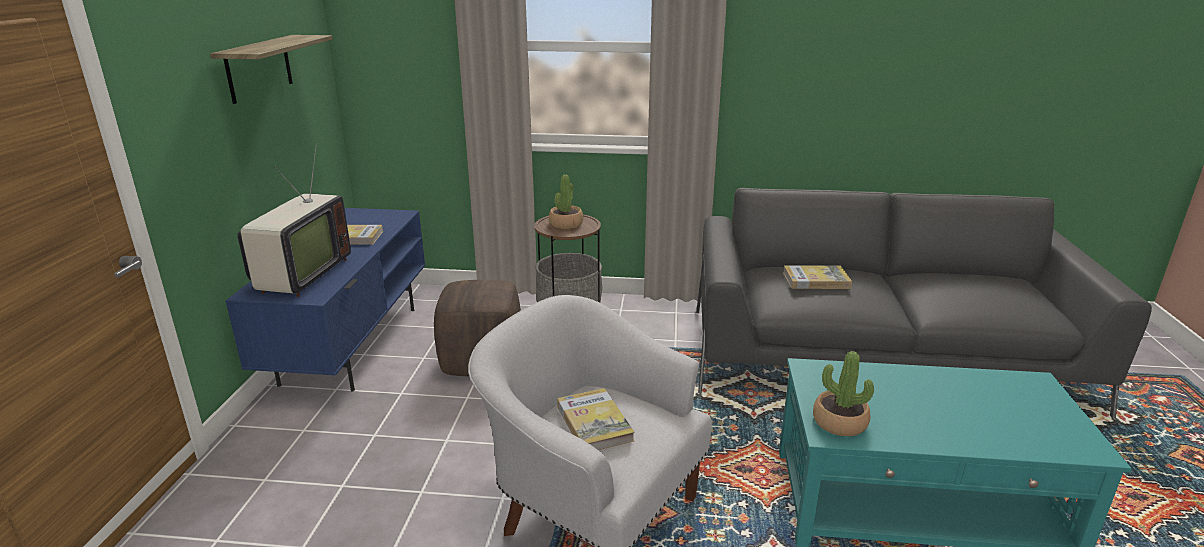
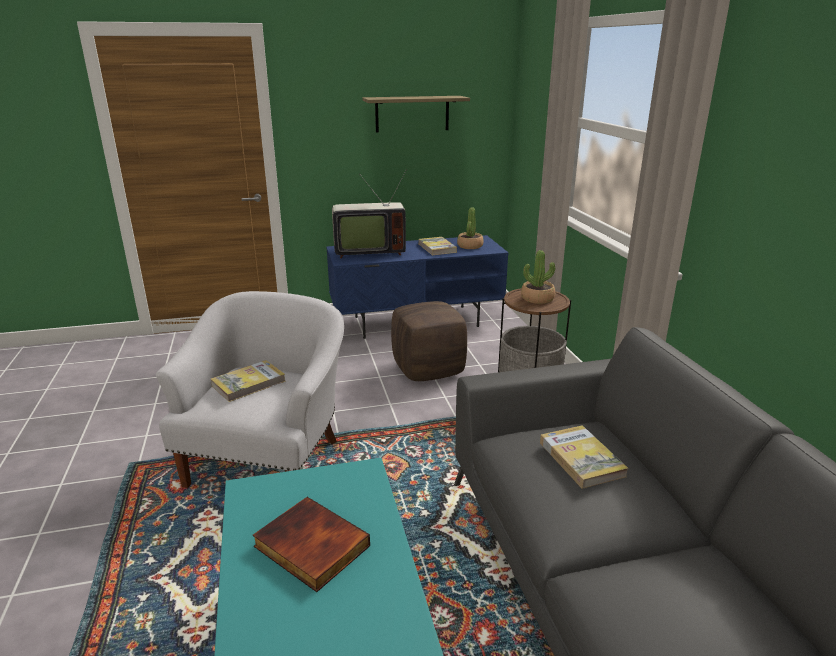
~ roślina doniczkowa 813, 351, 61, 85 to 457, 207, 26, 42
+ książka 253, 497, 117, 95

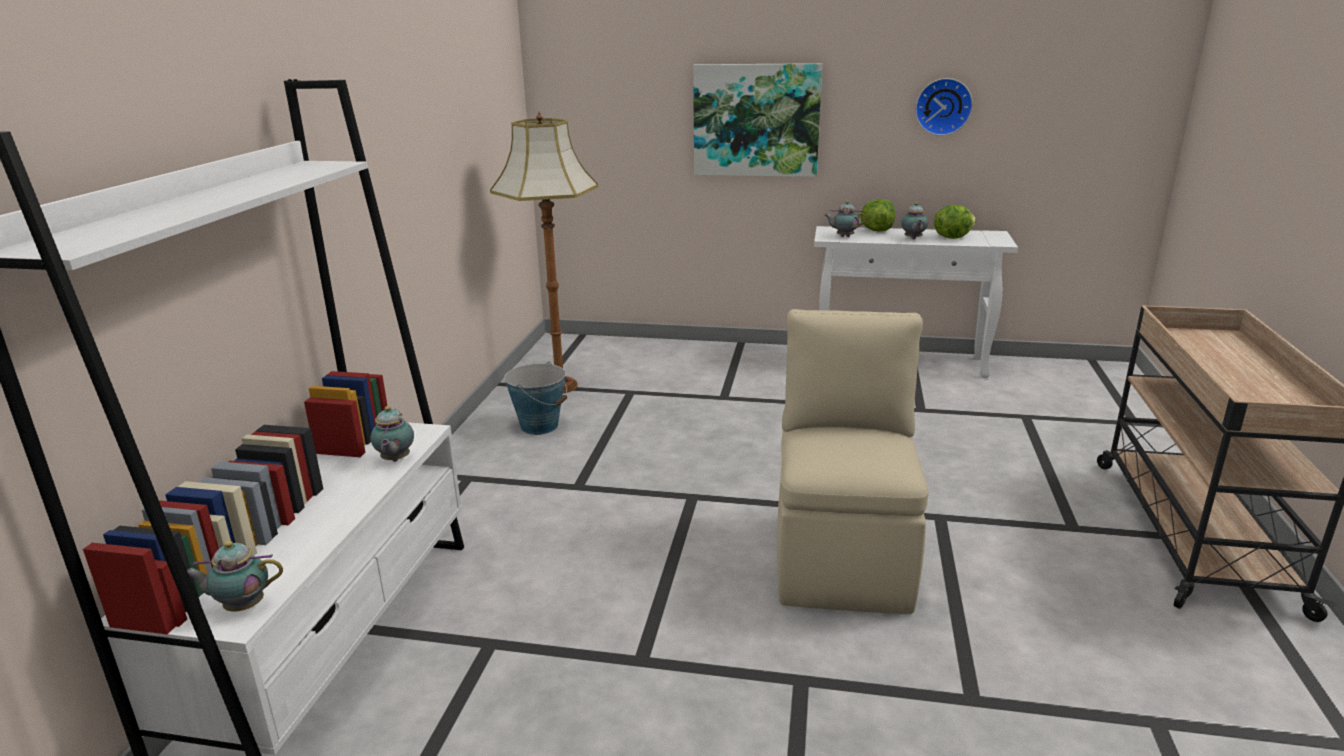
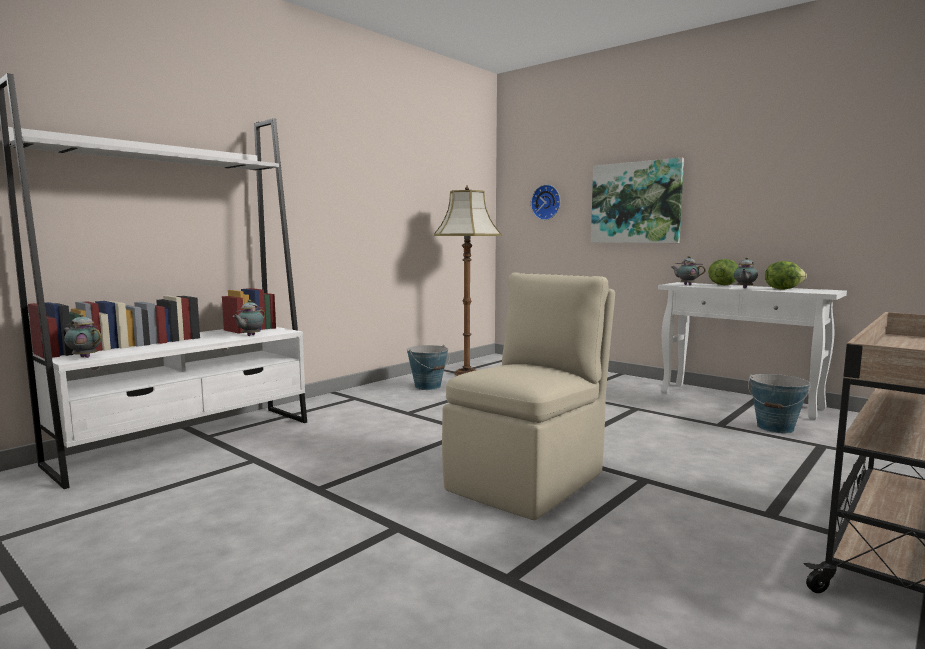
~ zegar ścienny 915, 78, 58, 58 to 531, 184, 30, 36
+ wiadro 748, 374, 63, 59

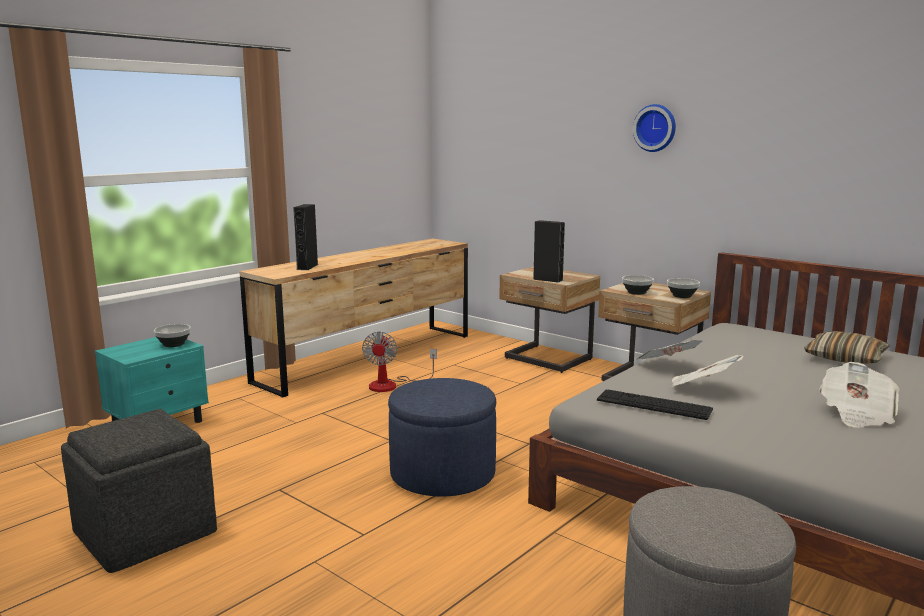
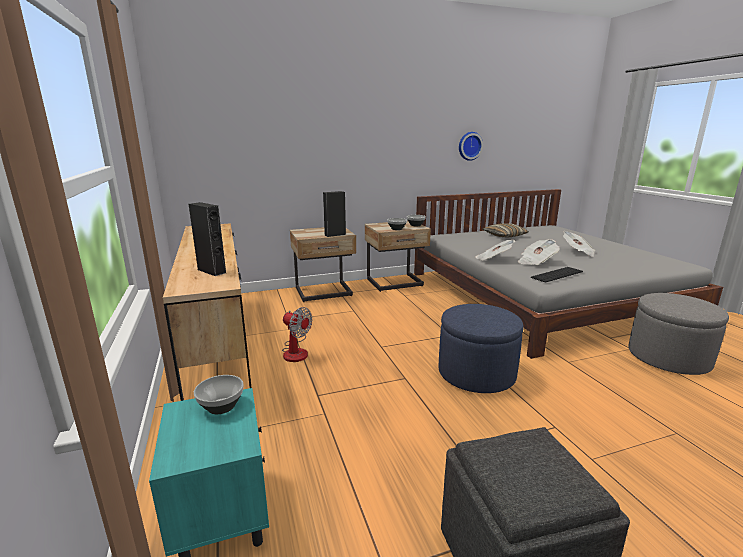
~ zegar ścienny 633, 104, 43, 48 to 459, 132, 24, 29

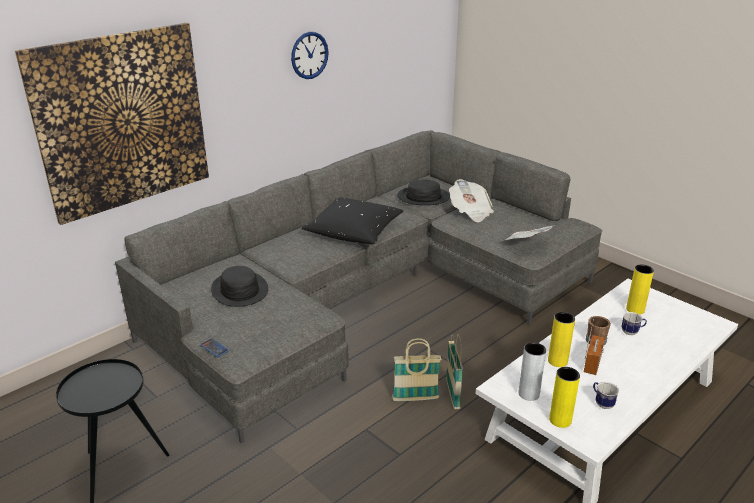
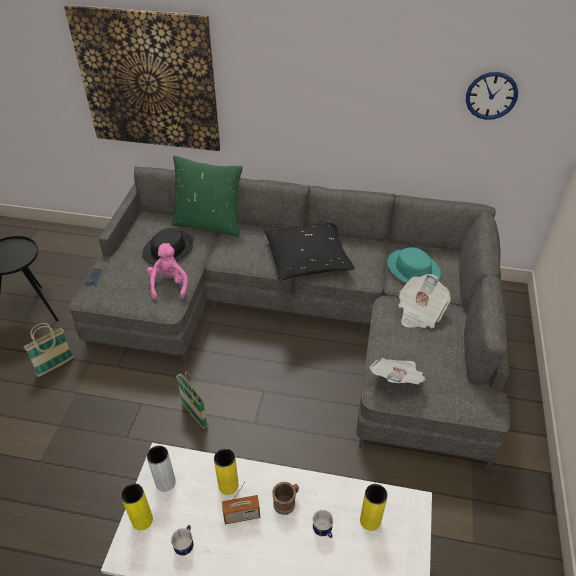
~ zegar ścienny 291, 32, 38, 47 to 466, 72, 52, 48
~ kapelusz [czarny] 397, 180, 53, 25 to kapelusz [turkusowy] 387, 247, 54, 36
~ koszyk 446, 334, 17, 75 to 24, 323, 50, 54
+ pluszak [różowy] 147, 243, 41, 56
+ poduszka [zielony] 172, 156, 71, 81

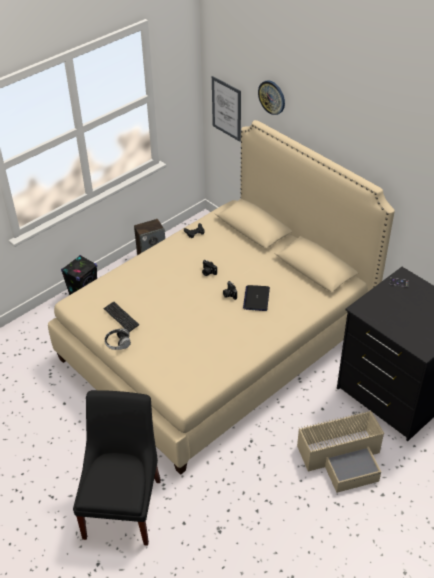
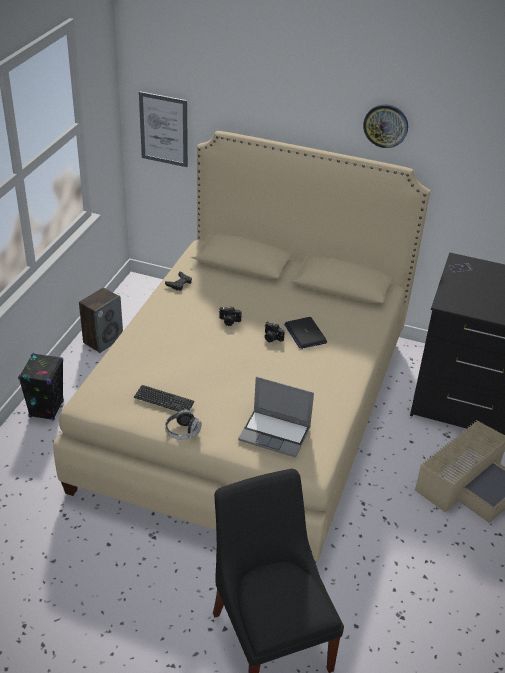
~ zegar ścienny 258, 80, 27, 35 to 363, 104, 45, 44
+ laptop 238, 377, 76, 80

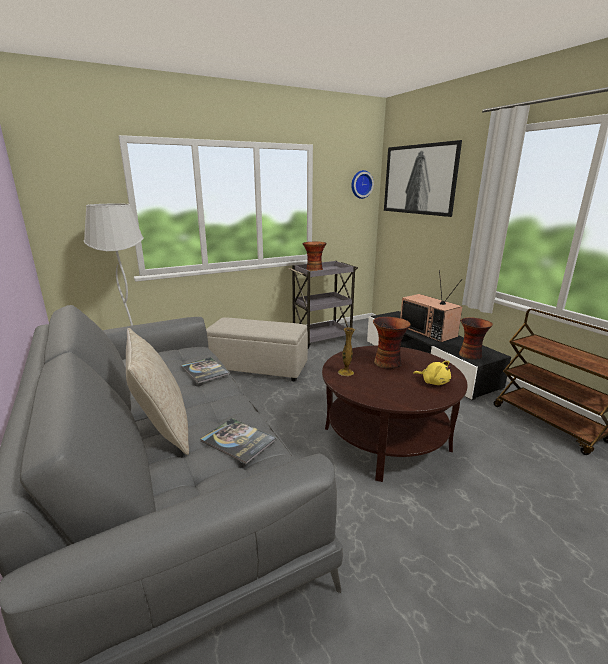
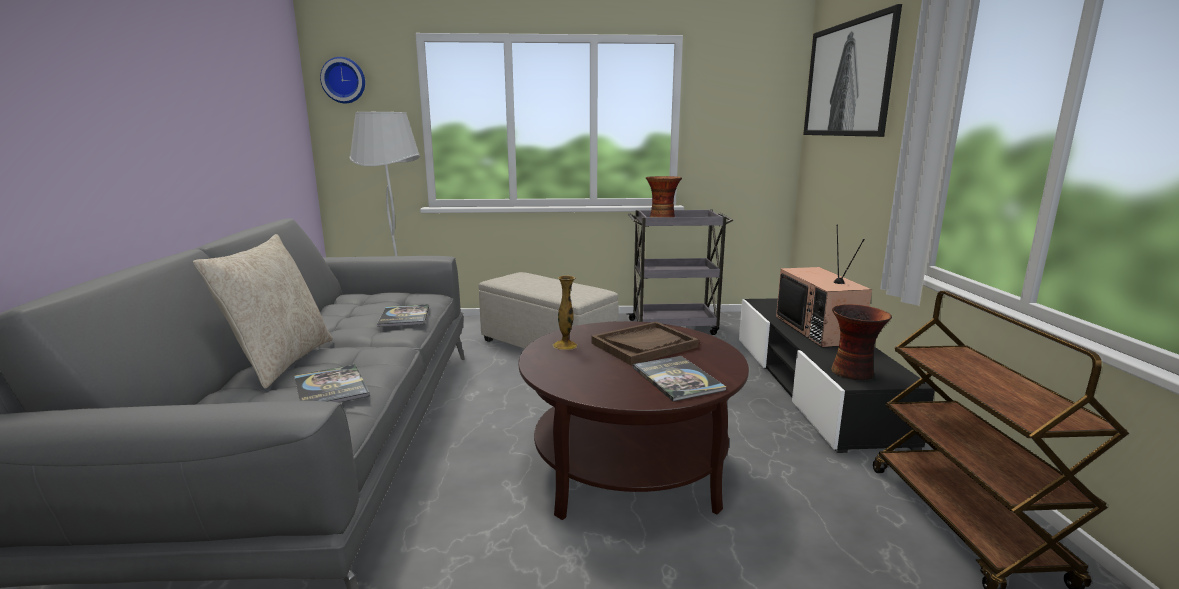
~ zegar ścienny 351, 170, 23, 29 to 320, 57, 45, 46
~ wazon 373, 317, 38, 52 to taca [brązowy] 592, 321, 107, 44
~ pluszak [żółty] 413, 361, 38, 24 to książka 633, 356, 93, 46

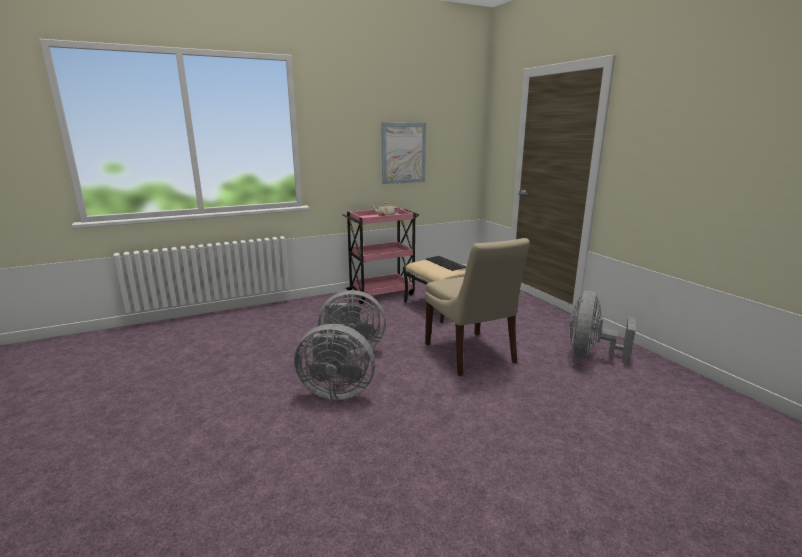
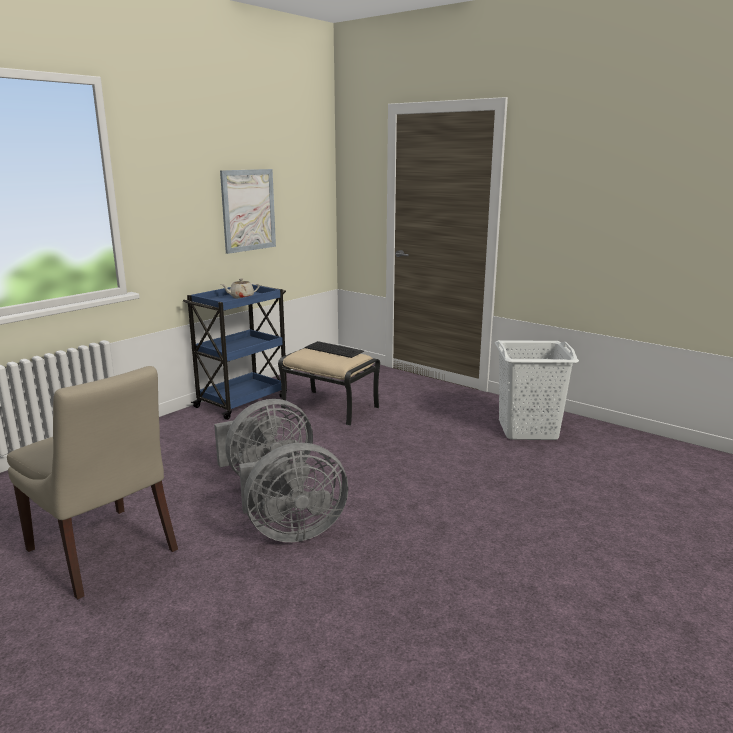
~ wózek [różowy] 342, 208, 77, 96 to wózek [niebieski] 183, 285, 104, 135
~ krzesło [beżowy] 425, 238, 105, 138 to 7, 366, 171, 234
~ wentylator [szary] 569, 291, 67, 73 to kosz na pranie [biały] 495, 340, 84, 100

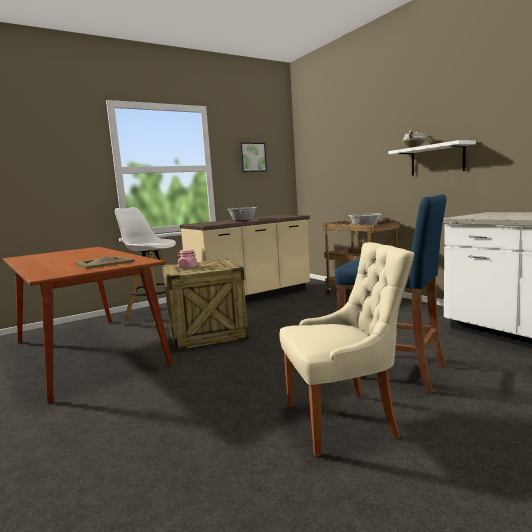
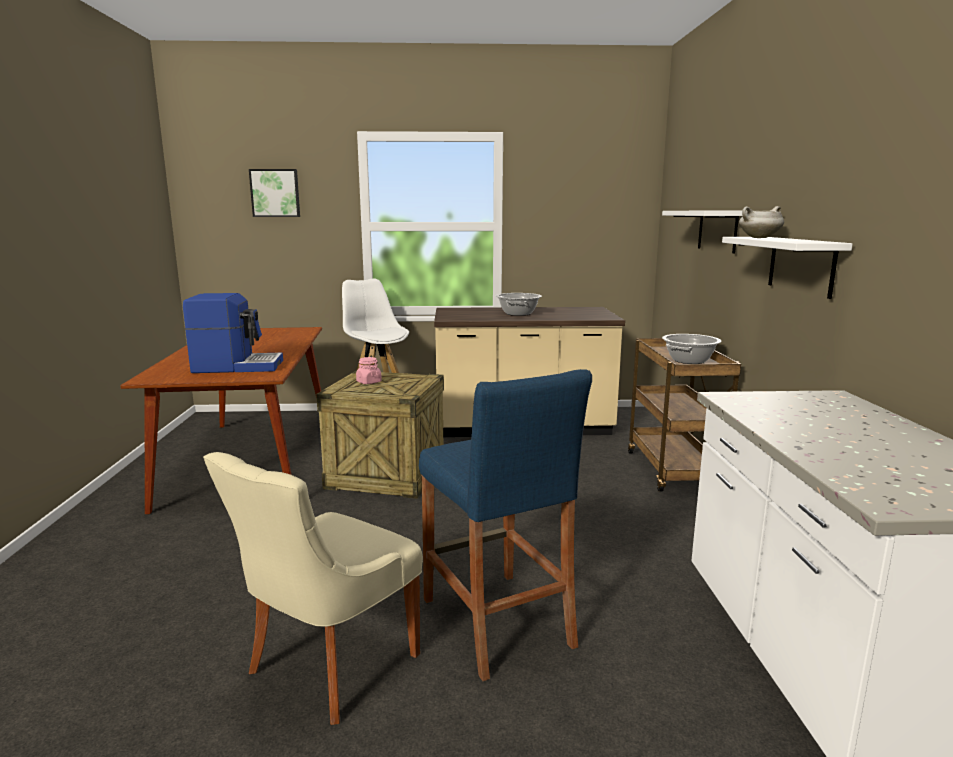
~ taca [beżowy] 75, 256, 60, 13 to ekspres do kawy 183, 293, 100, 80
~ obraz 239, 142, 28, 30 to 249, 169, 51, 48
~ krzesło [beżowy] 279, 242, 135, 215 = 203, 452, 219, 273 105 degrees clockwise
+ półka [biały] 662, 210, 80, 43

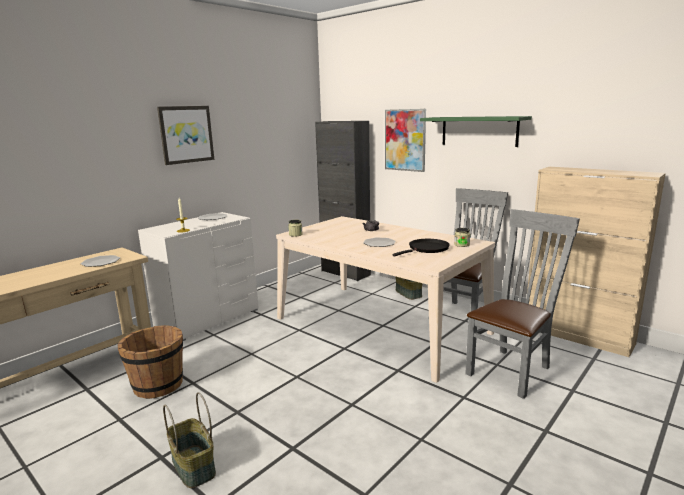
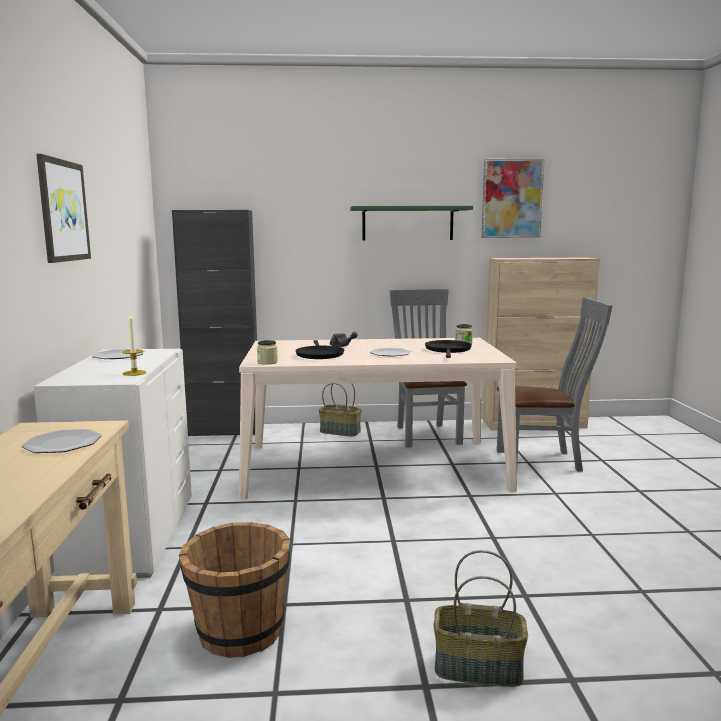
~ obraz 385, 109, 41, 63 to 482, 159, 63, 79
~ krzesło [szary] 465, 209, 115, 190 = 497, 298, 115, 173 90 degrees clockwise
+ patelnia [czarny] 296, 340, 48, 19

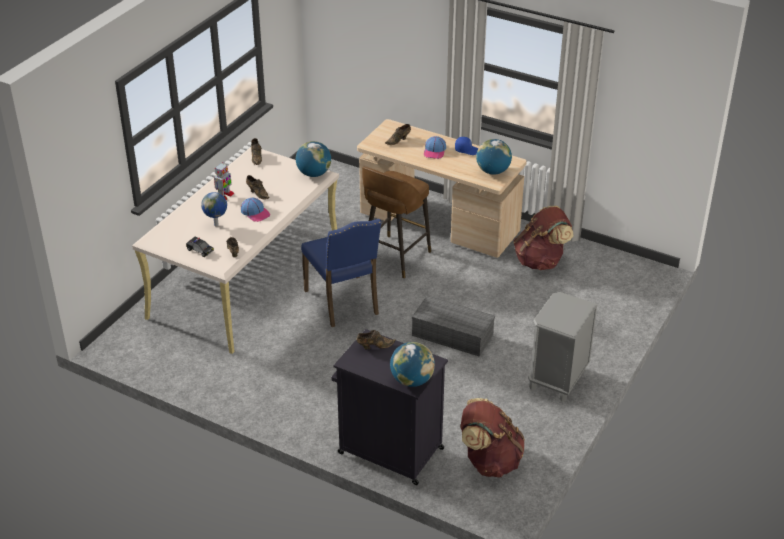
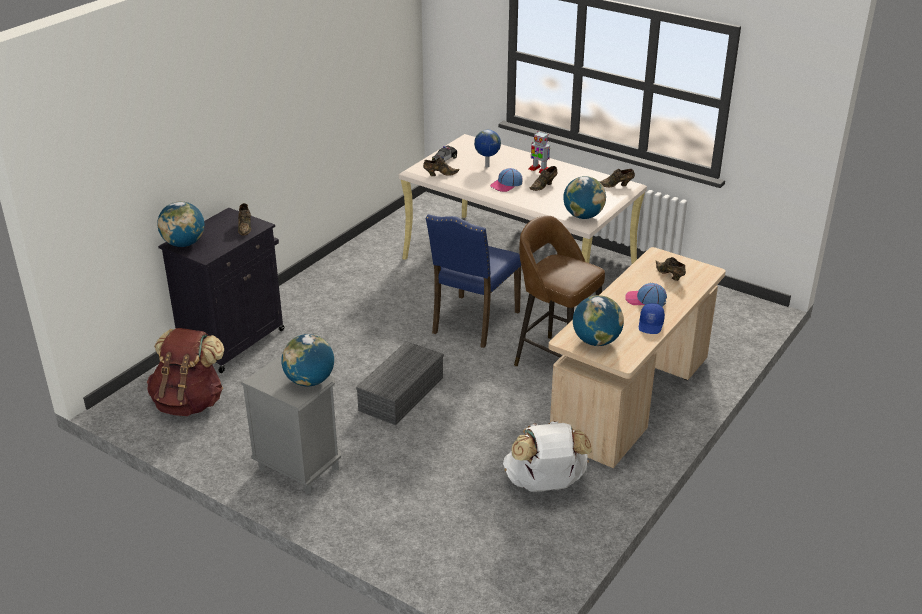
~ krzesło [niebieski] 301, 219, 80, 108 = 426, 214, 95, 134 45 degrees counterclockwise
~ plecak [brązowy] 514, 206, 59, 64 to plecak [biały] 503, 421, 89, 71
+ globus 281, 334, 53, 53

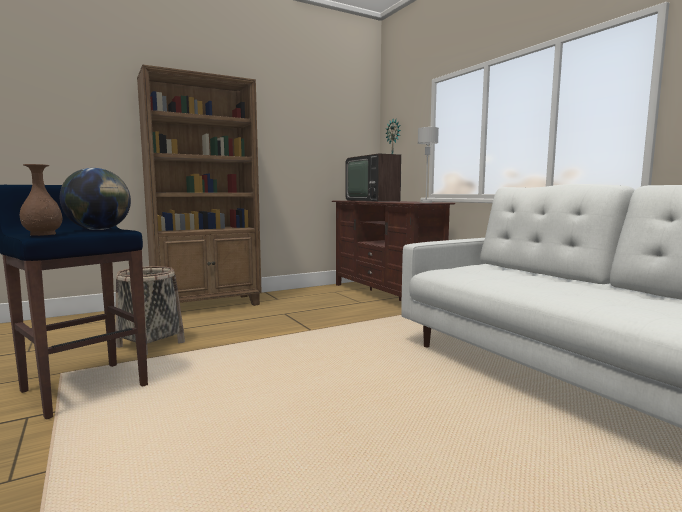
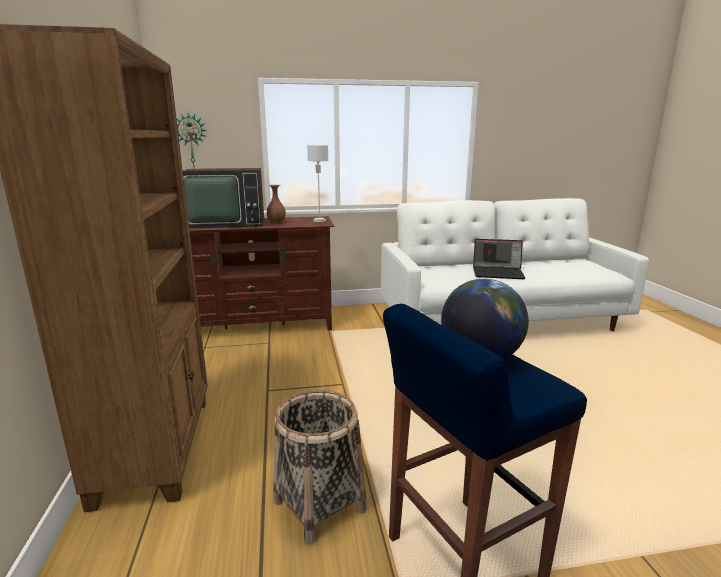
~ wazon [brązowy] 20, 164, 43, 72 to 267, 185, 19, 39
+ laptop 473, 239, 52, 40

